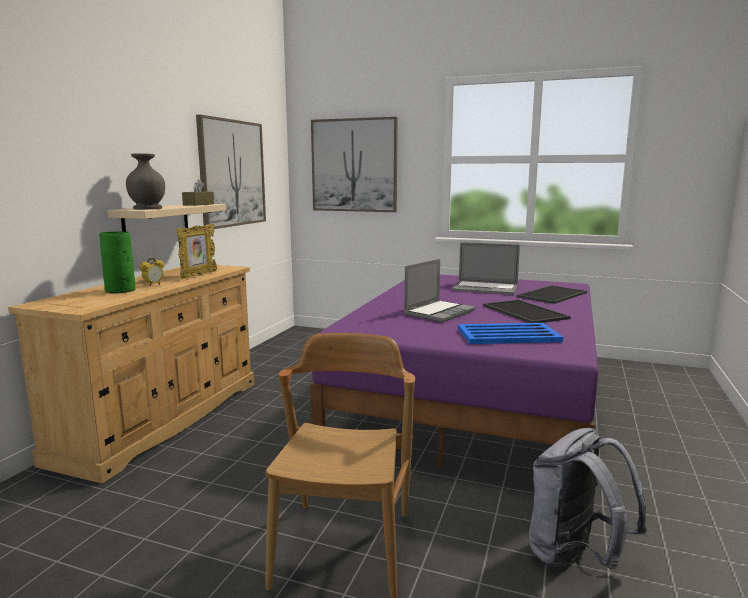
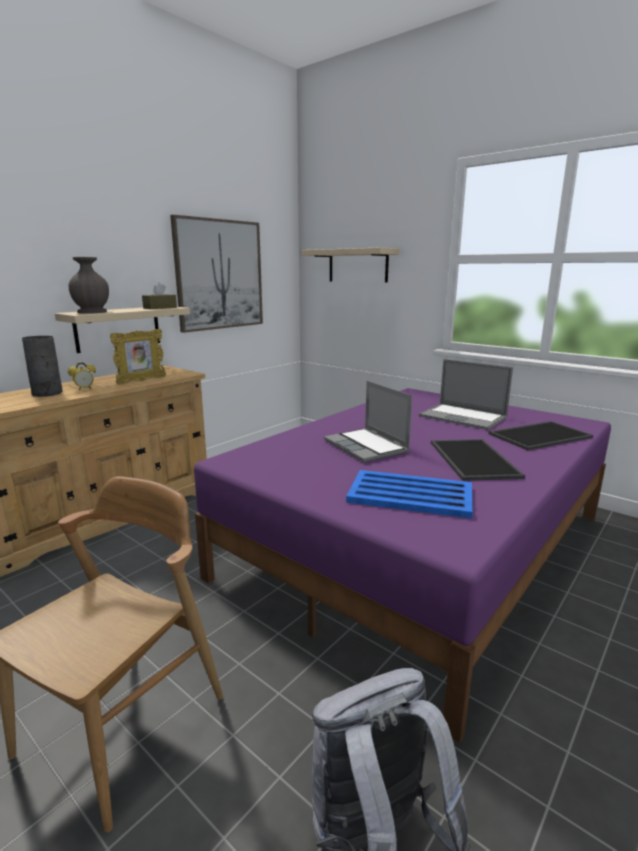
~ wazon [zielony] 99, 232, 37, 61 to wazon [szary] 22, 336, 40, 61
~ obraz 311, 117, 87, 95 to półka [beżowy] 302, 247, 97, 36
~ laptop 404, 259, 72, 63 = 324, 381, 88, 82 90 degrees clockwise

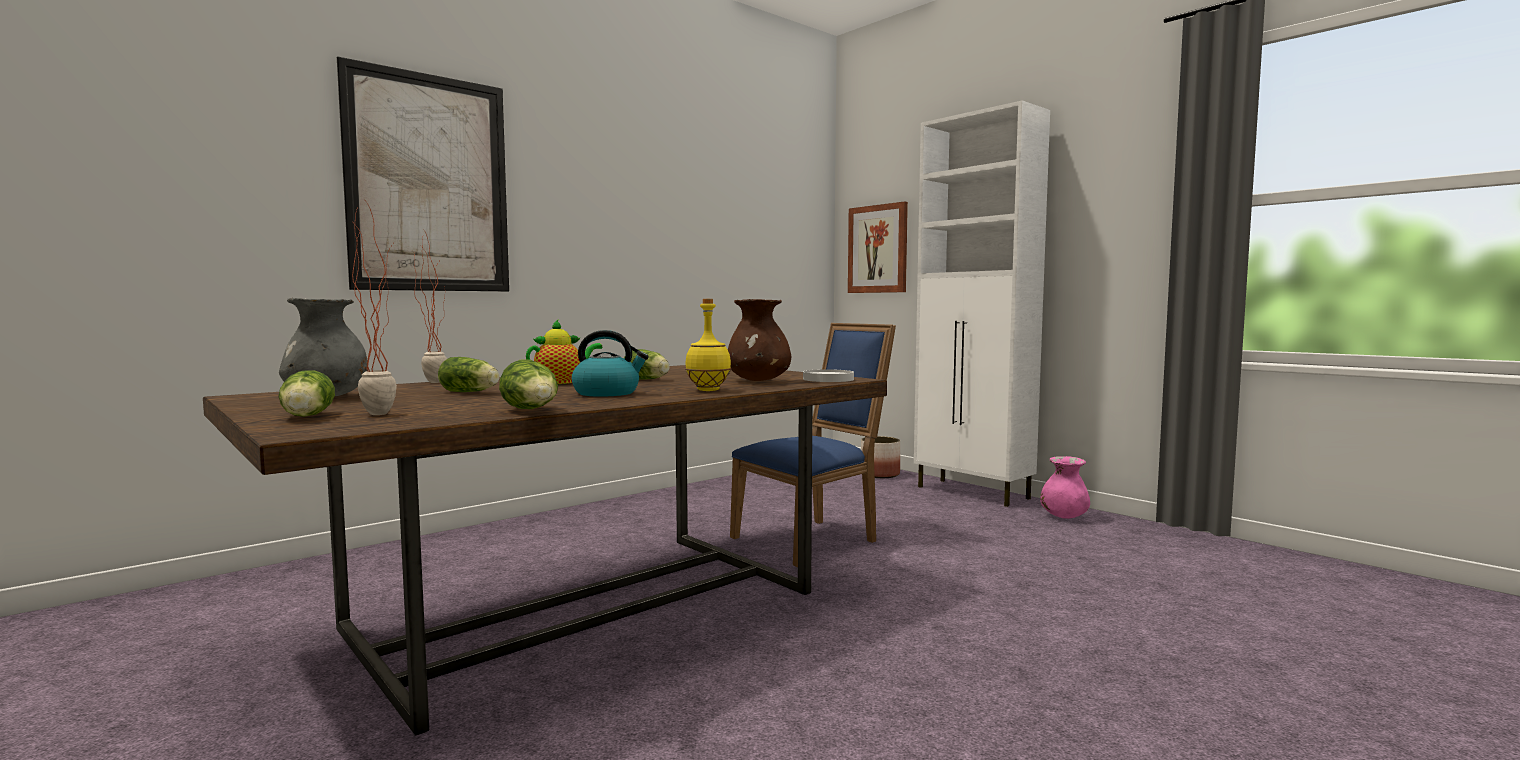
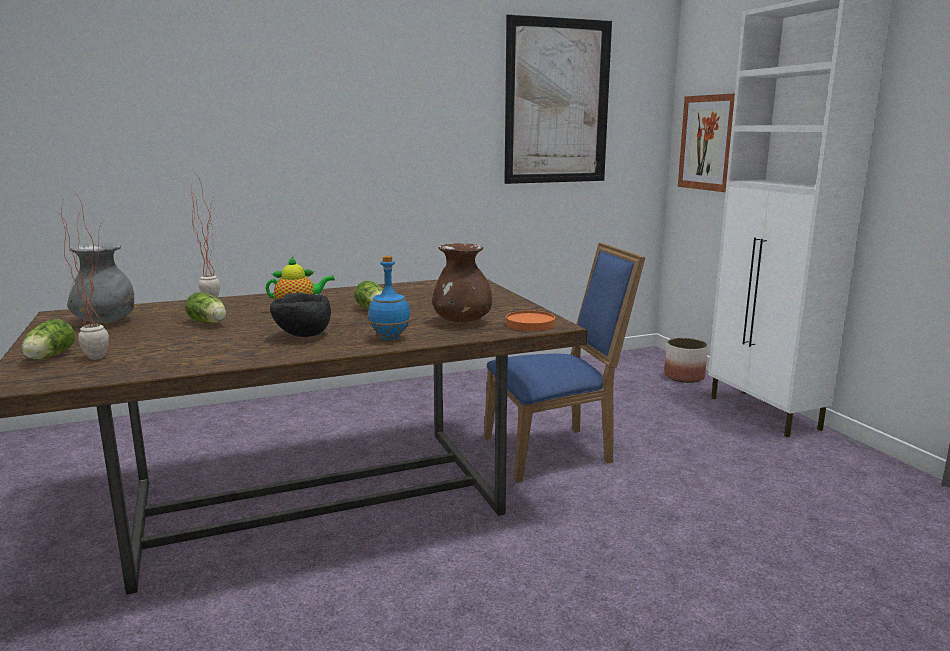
~ obraz 337, 56, 172, 235 to 504, 14, 108, 170
- sałata 499, 360, 59, 49
~ czajnik 572, 330, 77, 67 to miska [czarny] 270, 292, 61, 45
~ butelka [żółty] 685, 299, 46, 92 to butelka [niebieski] 368, 256, 43, 84
~ talerz [biały] 803, 369, 51, 13 to talerz [pomarańczowy] 506, 311, 49, 20
- wazon [różowy] 1040, 456, 50, 63

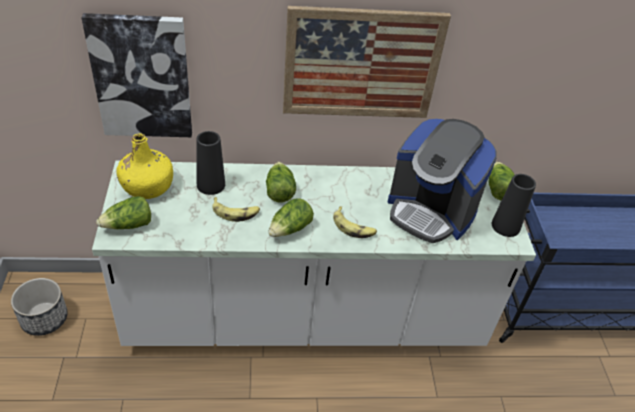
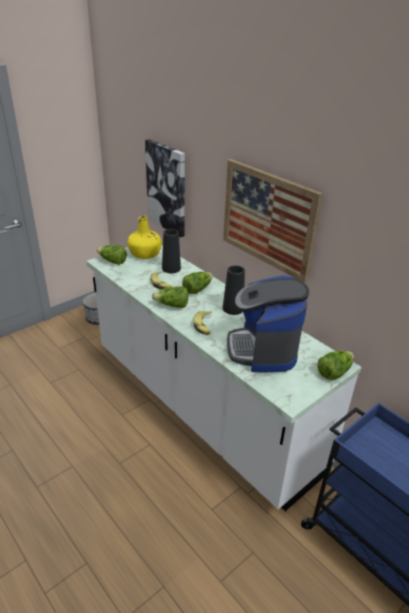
~ wazon [czarny] 492, 174, 44, 63 to 223, 265, 22, 50

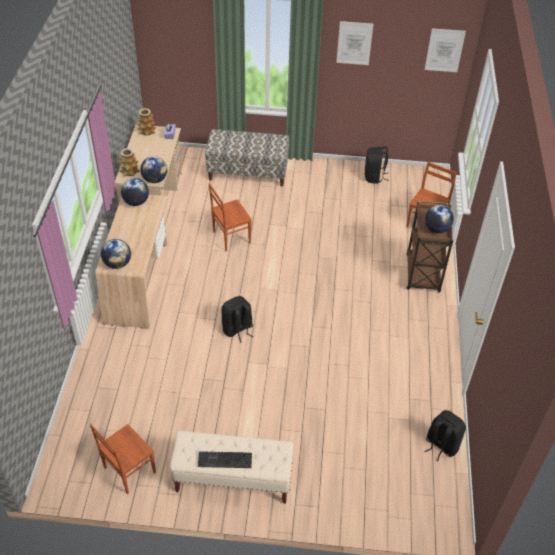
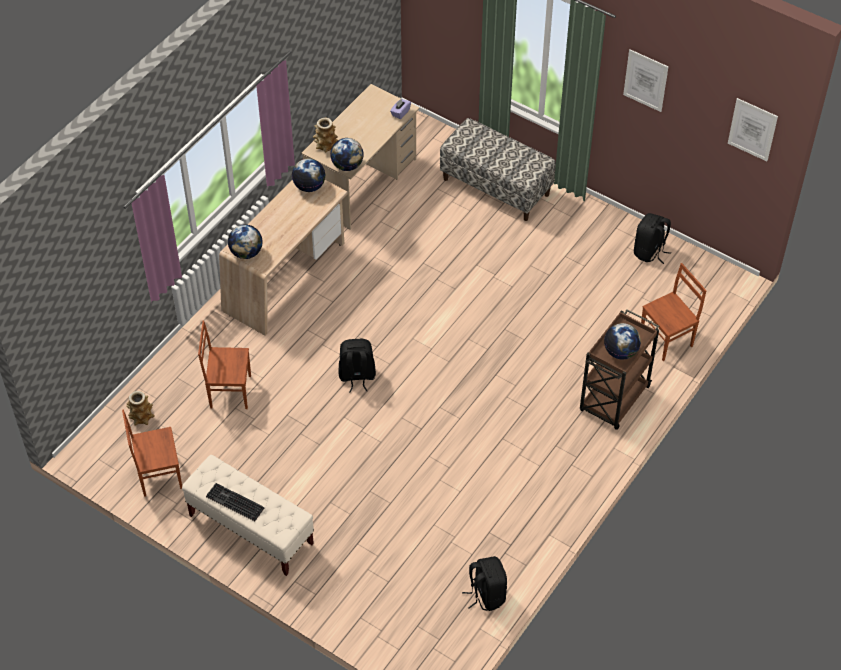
~ wazon 136, 108, 20, 28 to 126, 391, 29, 35
~ krzesło [brązowy] 209, 183, 43, 68 to 198, 321, 53, 88

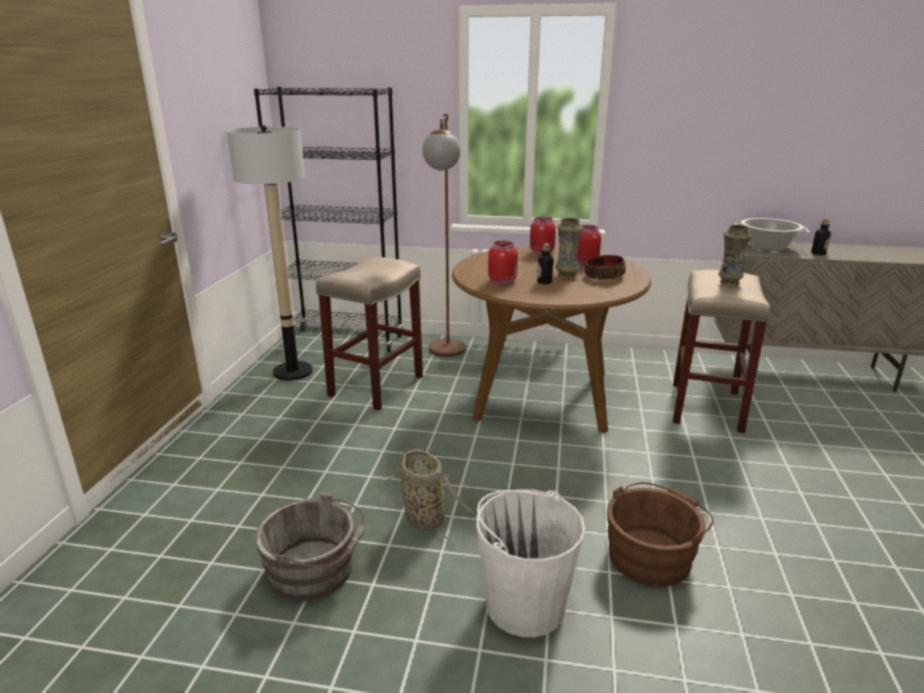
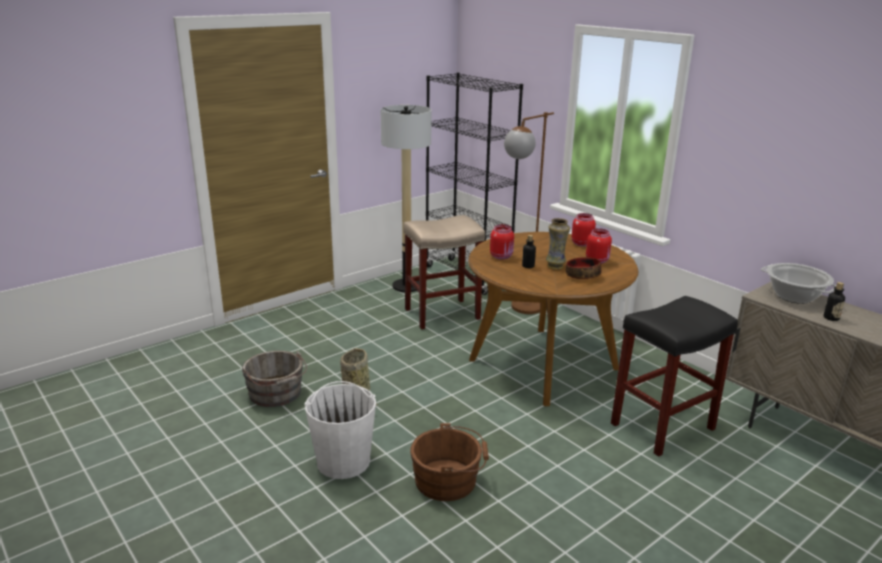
~ stołek [beżowy] 673, 270, 97, 163 to stołek [czarny] 611, 296, 127, 161
- wazon 718, 225, 33, 61

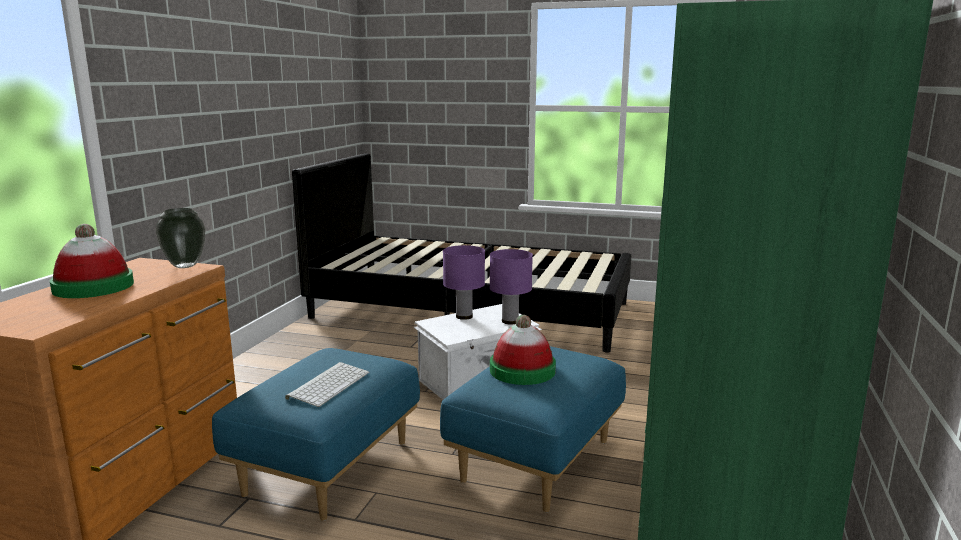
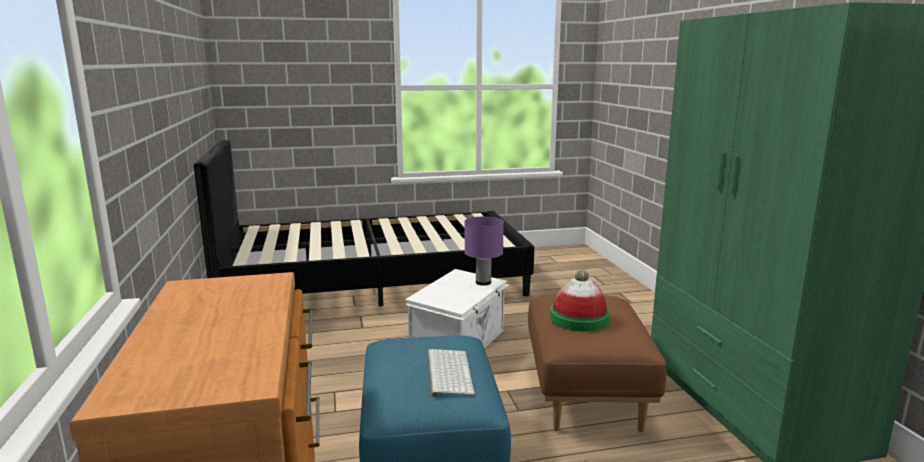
- kapelusz 50, 224, 84, 74
- wazon 156, 208, 49, 60
~ pufa [niebieski] 440, 346, 186, 166 to pufa [brązowy] 528, 295, 138, 137
- lampa stołowa [fioletowy] 443, 245, 42, 75

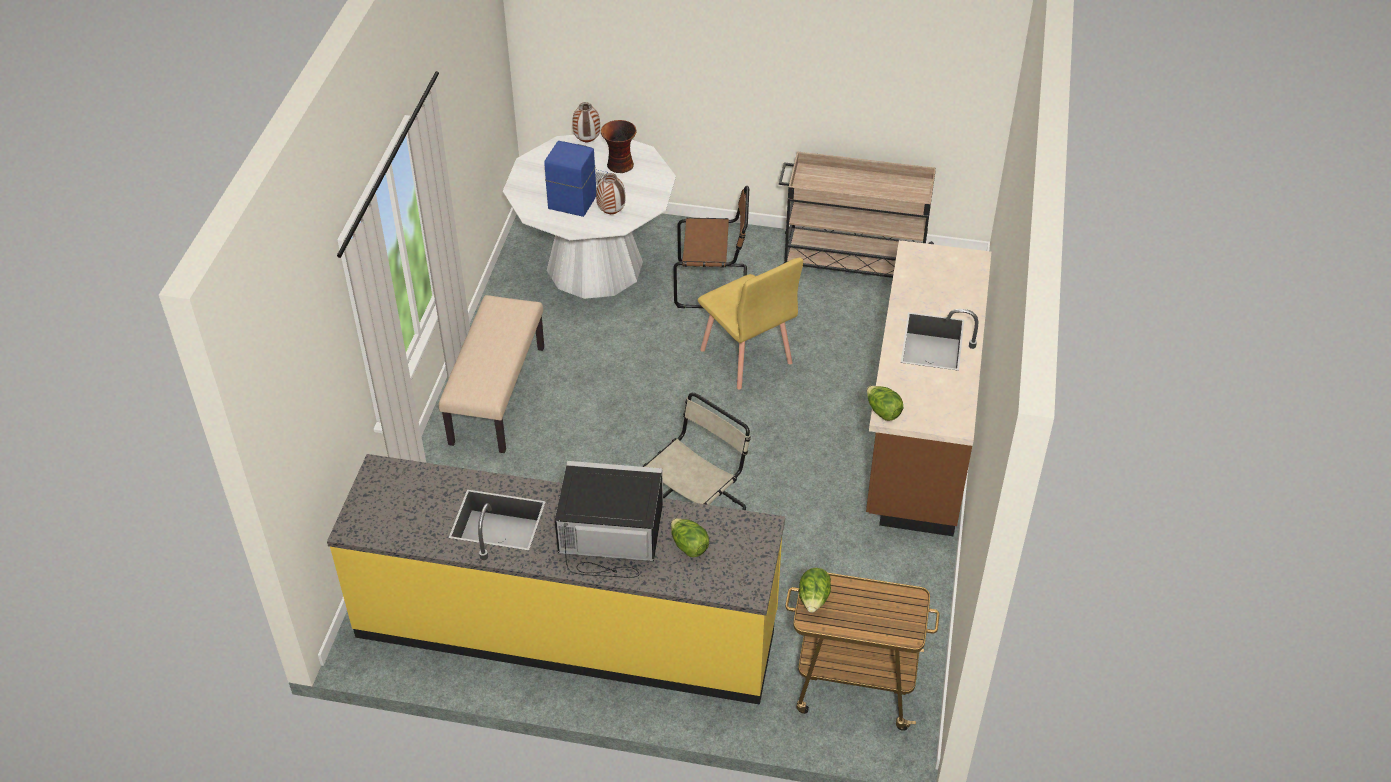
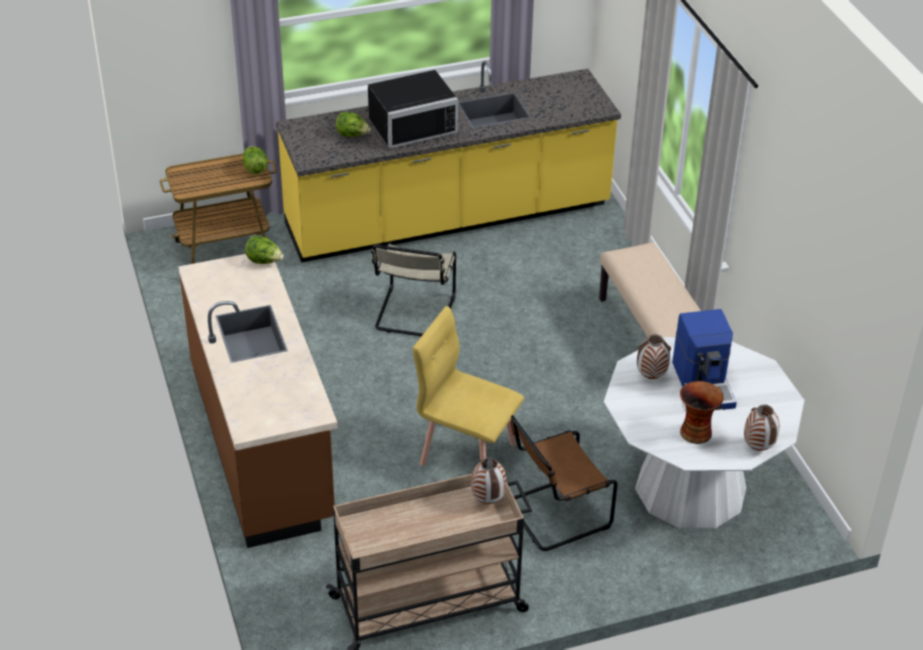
+ wazon 471, 457, 35, 47

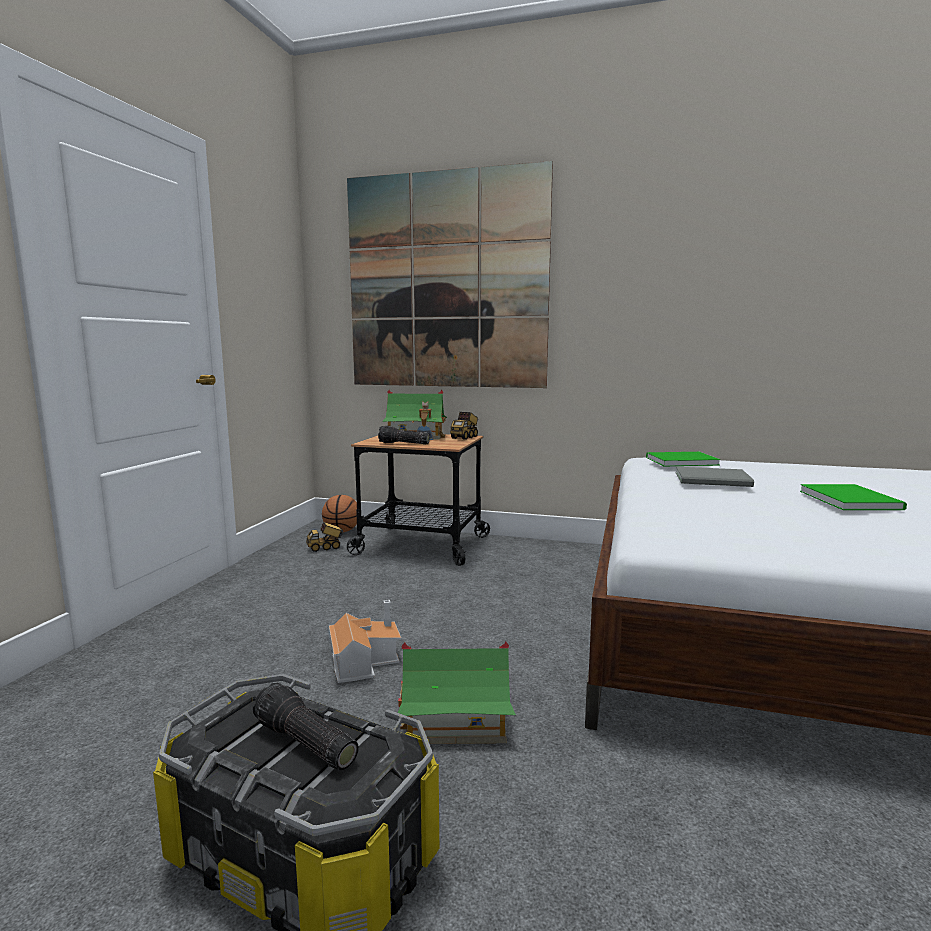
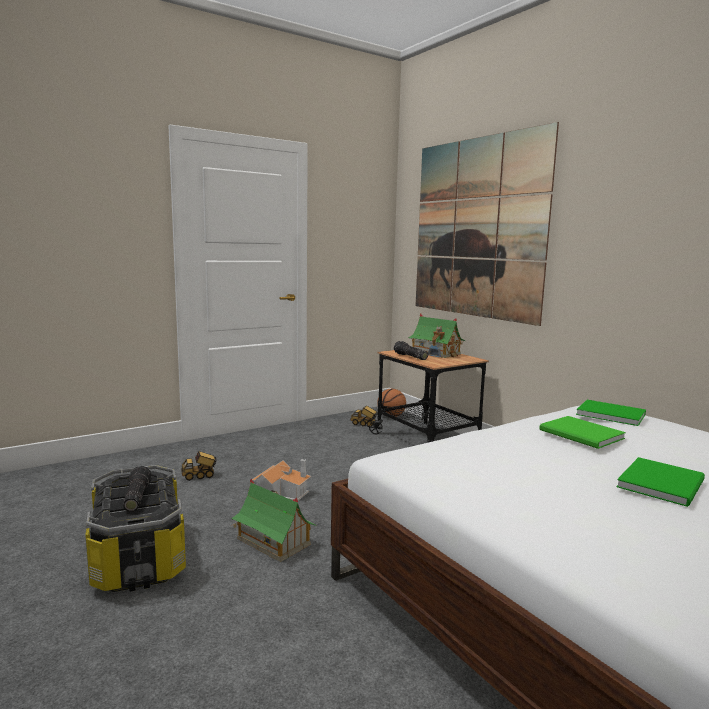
~ ciężarówka zabawkowa 450, 412, 28, 28 to 181, 451, 36, 30
~ książka [szary] 676, 467, 78, 20 to książka [zielony] 539, 416, 87, 33

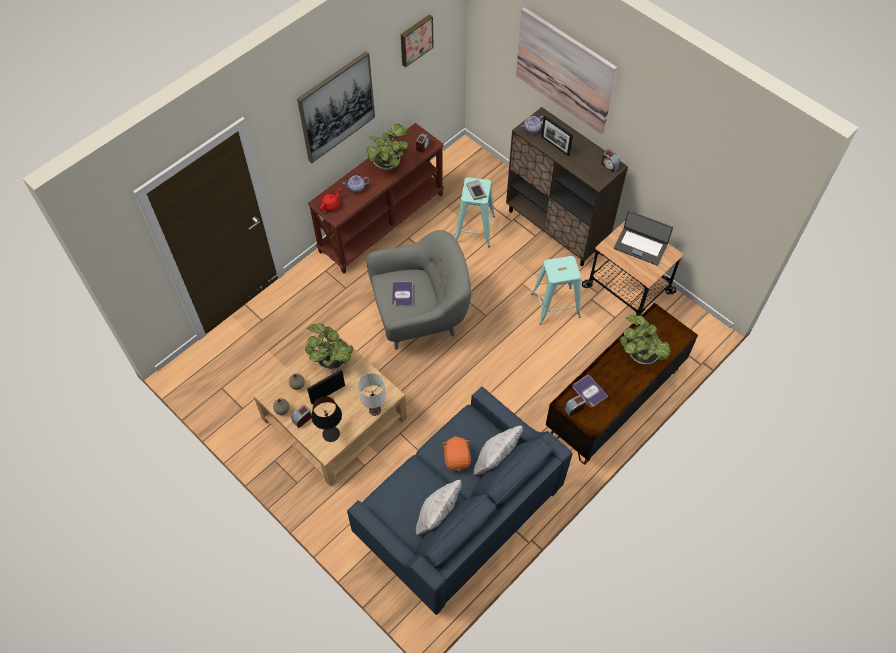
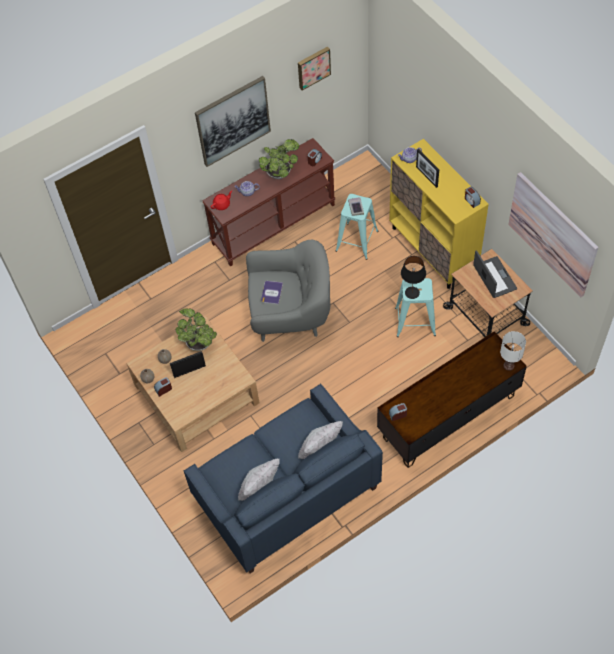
~ lampa stołowa [czarny] 311, 396, 31, 46 to 401, 256, 25, 43
~ lampa stołowa [biały] 358, 373, 28, 43 to 500, 331, 26, 40
- pluszak [pomarańczowy] 442, 436, 29, 35
~ szafka [brązowy] 506, 107, 122, 159 to szafka [żółty] 389, 139, 100, 150
~ obraz 516, 7, 101, 127 to 508, 172, 90, 125
- książka 573, 374, 35, 34
~ laptop 614, 210, 59, 56 = 473, 250, 44, 48 150 degrees counterclockwise
- roślina doniczkowa 620, 315, 51, 49

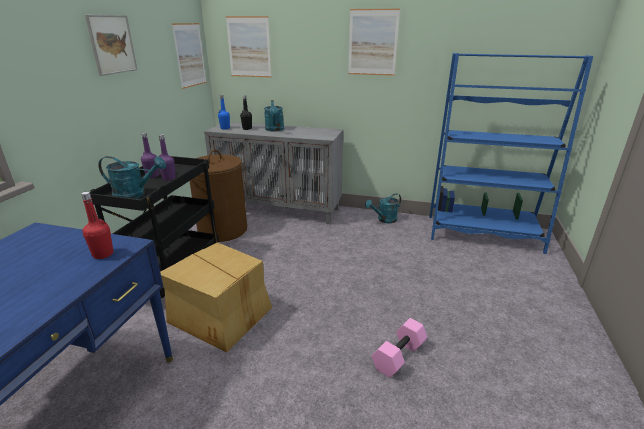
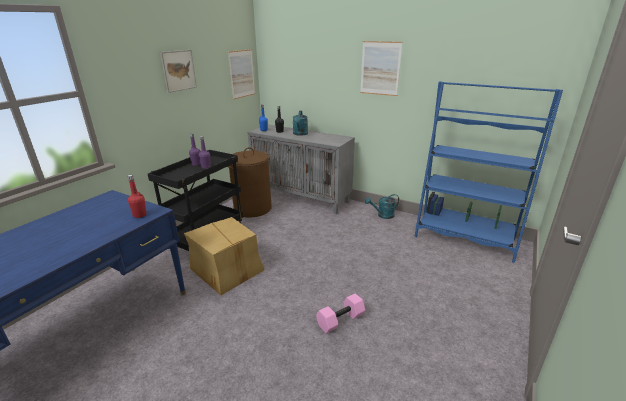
- konewka [turkusowy] 98, 156, 68, 43
- obraz 226, 16, 46, 62

